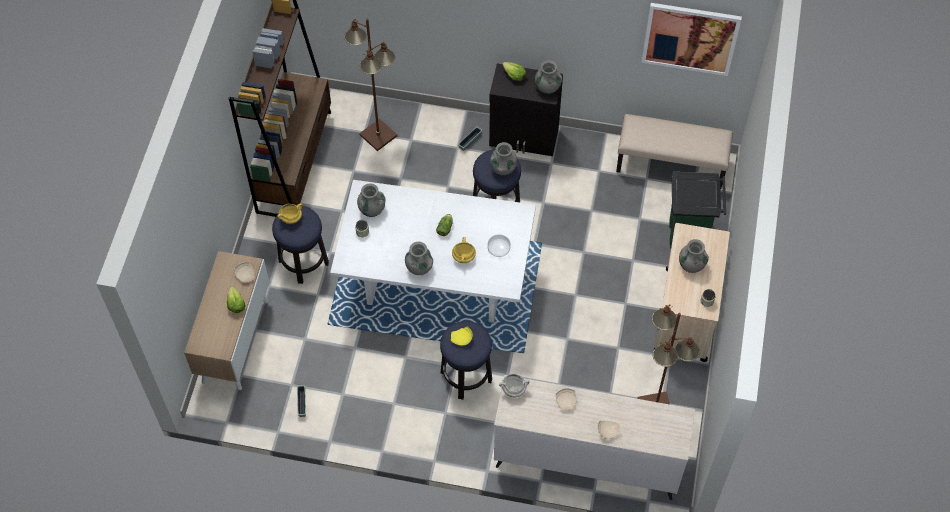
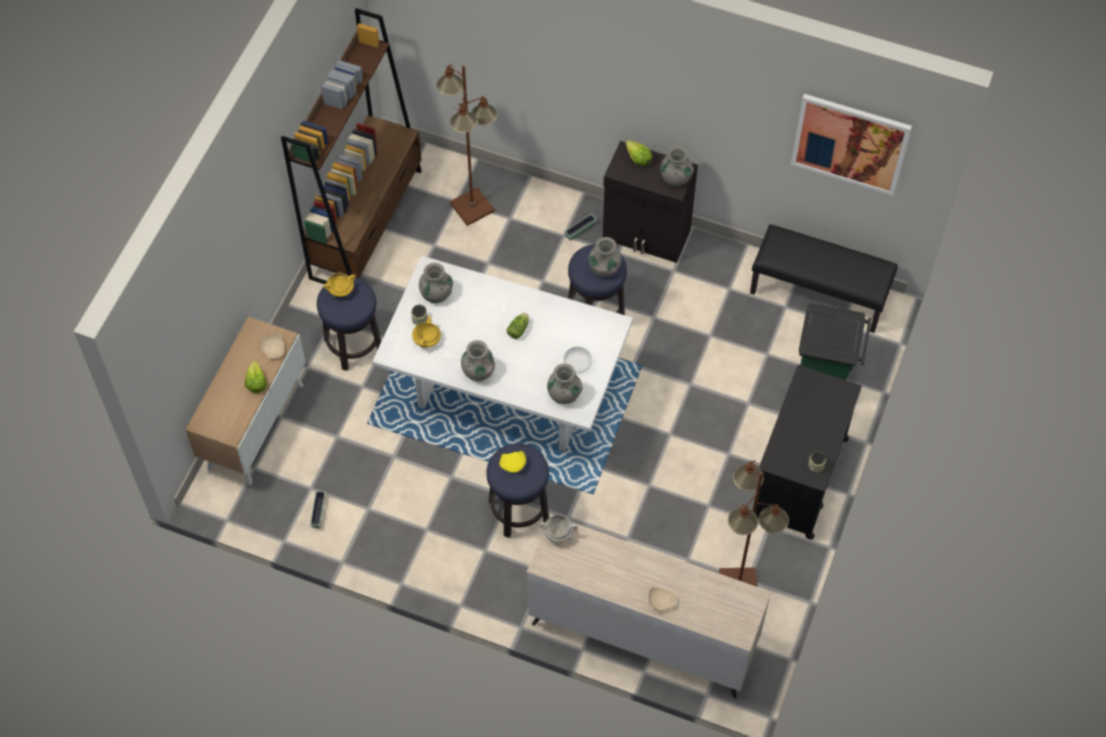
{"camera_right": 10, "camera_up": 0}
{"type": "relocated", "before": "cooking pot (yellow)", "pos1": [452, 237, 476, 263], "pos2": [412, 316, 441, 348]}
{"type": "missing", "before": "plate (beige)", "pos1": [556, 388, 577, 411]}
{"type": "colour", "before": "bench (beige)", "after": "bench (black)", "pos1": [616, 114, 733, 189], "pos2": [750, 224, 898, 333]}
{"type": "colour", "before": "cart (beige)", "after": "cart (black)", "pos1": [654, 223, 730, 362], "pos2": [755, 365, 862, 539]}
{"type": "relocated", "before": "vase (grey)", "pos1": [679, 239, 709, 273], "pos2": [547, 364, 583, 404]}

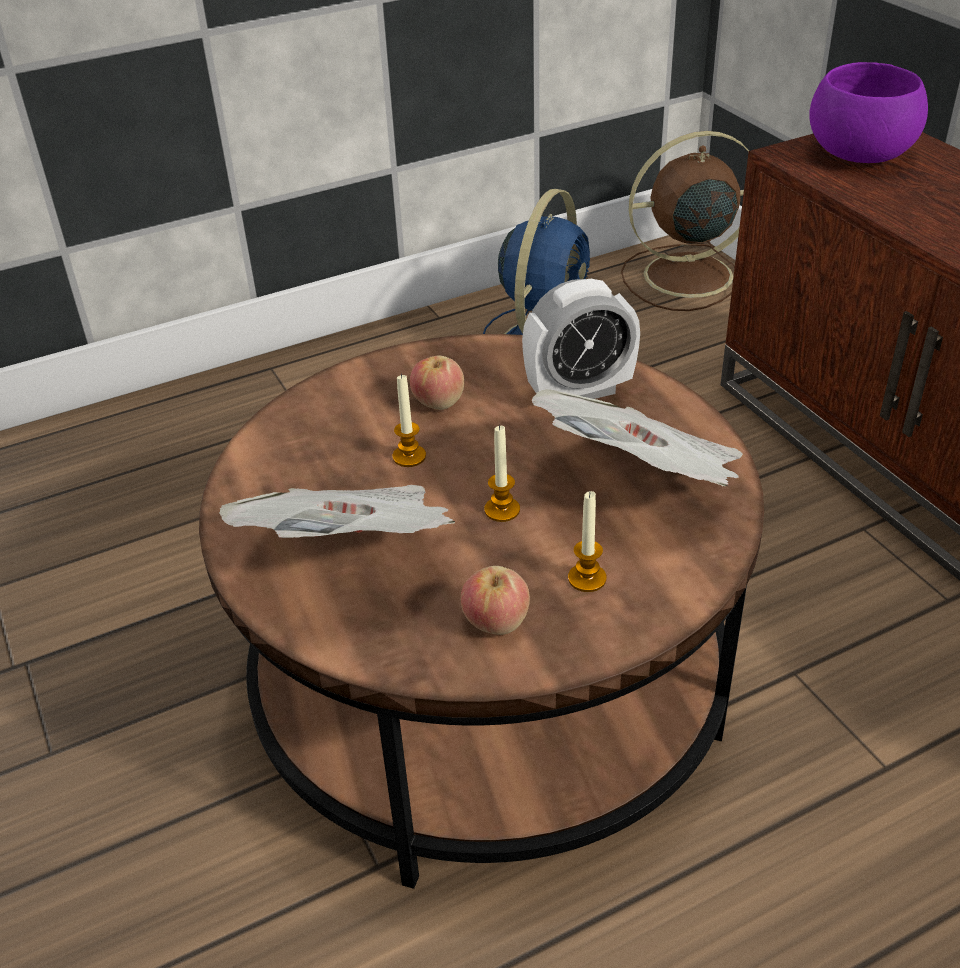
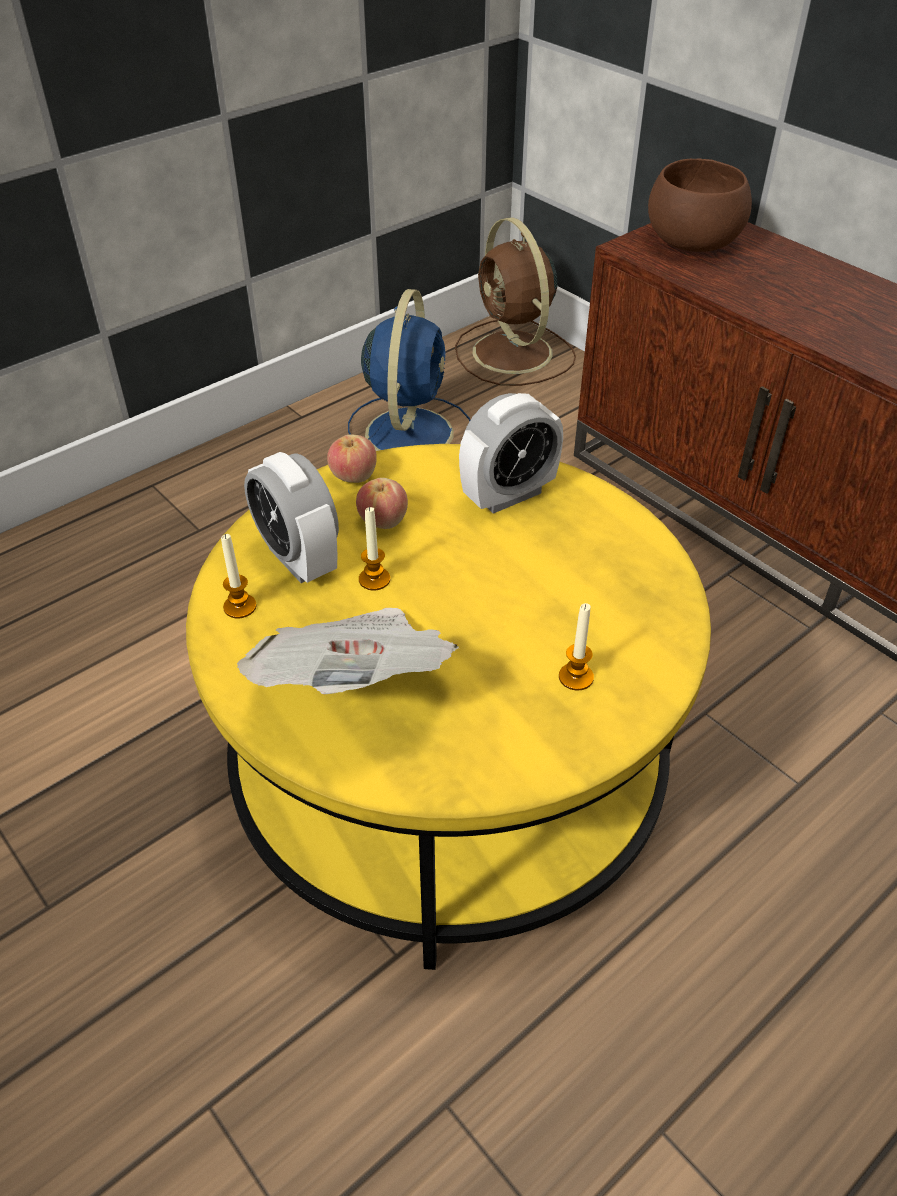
{"camera_right": -15, "camera_up": 5}
{"type": "colour", "before": "coffee table (brown)", "after": "coffee table (yellow)", "pos1": [199, 334, 764, 889], "pos2": [186, 444, 711, 970]}
{"type": "relocated", "before": "apple", "pos1": [461, 566, 530, 635], "pos2": [327, 434, 377, 483]}
{"type": "relocated", "before": "candle", "pos1": [484, 425, 520, 522], "pos2": [221, 534, 257, 618]}
{"type": "missing", "before": "newspaper", "pos1": [532, 389, 743, 486]}
{"type": "spun", "before": "fan (brown)", "pos1": [621, 131, 749, 311], "pos2": [455, 217, 576, 386], "turn": -90}
{"type": "colour", "before": "bowl (purple)", "after": "bowl (brown)", "pos1": [809, 62, 928, 163], "pos2": [648, 158, 752, 252]}
{"type": "appeared", "after": "alarm clock", "pos2": [244, 452, 339, 583]}

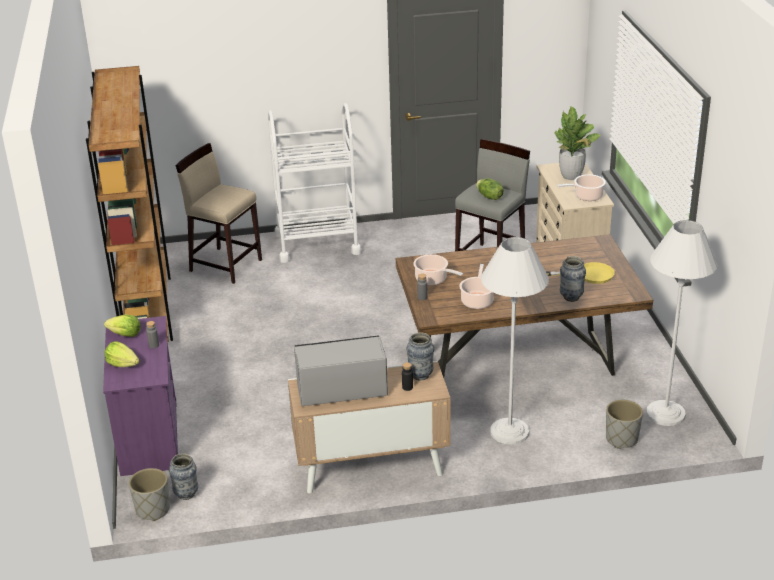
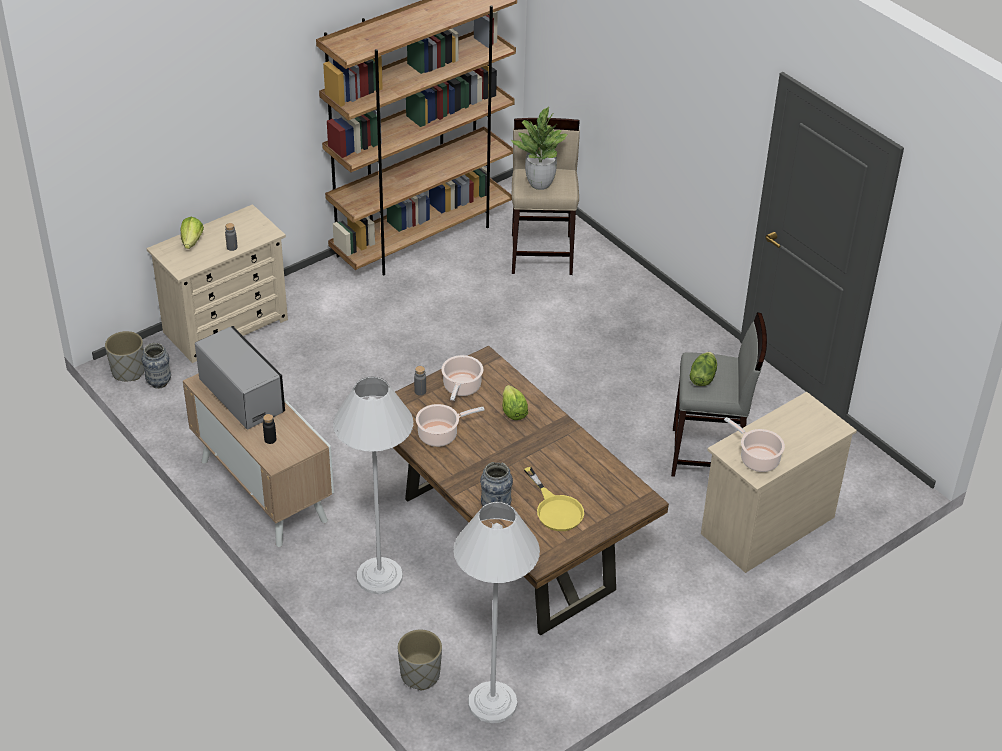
{"camera_right": 60, "camera_up": 10}
{"type": "colour", "before": "dresser (purple)", "after": "dresser (beige)", "pos1": [103, 316, 178, 476], "pos2": [146, 204, 288, 363]}
{"type": "relocated", "before": "lettuce", "pos1": [104, 314, 141, 337], "pos2": [502, 385, 528, 420]}
{"type": "missing", "before": "cart (white)", "pos1": [268, 103, 361, 263]}
{"type": "missing", "before": "vase", "pos1": [406, 333, 434, 381]}
{"type": "relocated", "before": "potted plant", "pos1": [554, 106, 600, 180], "pos2": [511, 106, 568, 190]}

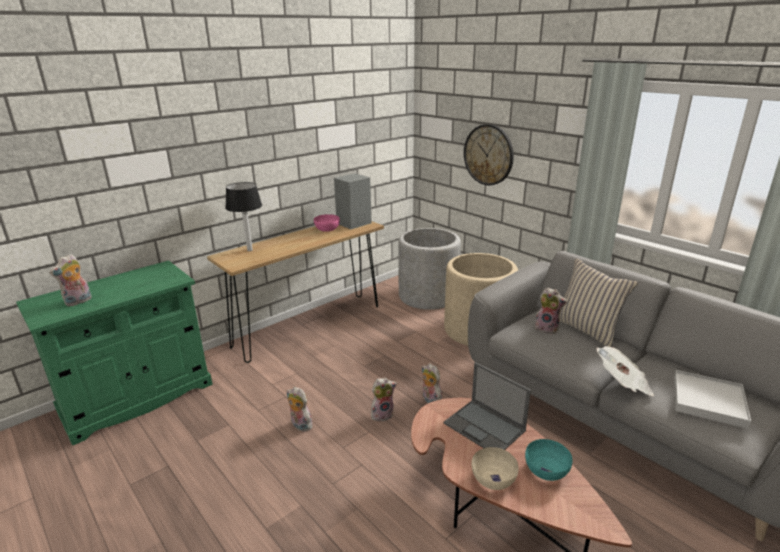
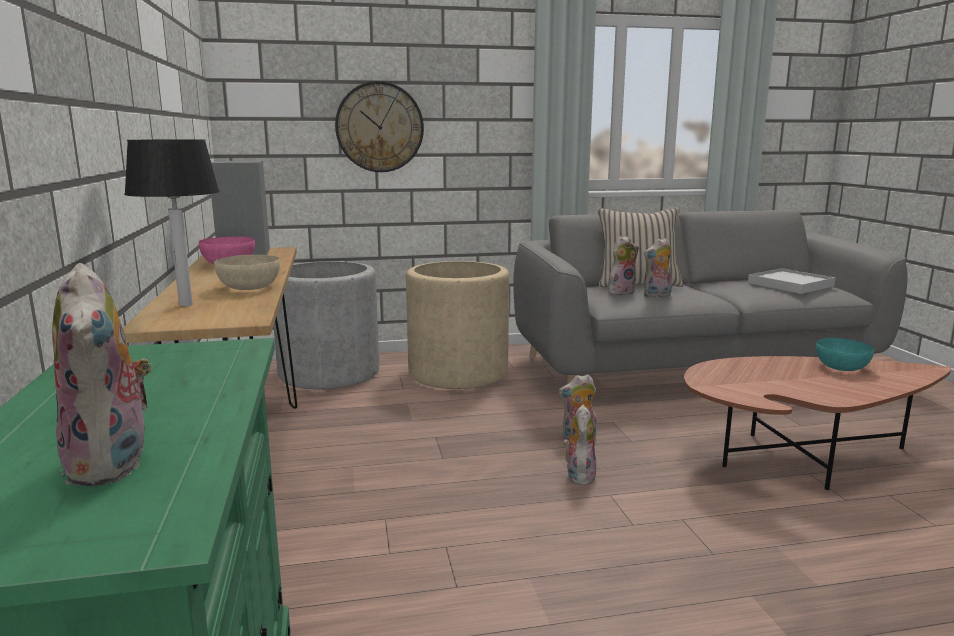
{"camera_right": -60, "camera_up": -10}
{"type": "relocated", "before": "plush toy", "pos1": [287, 387, 312, 432], "pos2": [644, 238, 672, 298]}
{"type": "missing", "before": "laptop", "pos1": [444, 362, 531, 450]}
{"type": "relocated", "before": "bowl (beige)", "pos1": [472, 447, 519, 490], "pos2": [214, 255, 280, 290]}
{"type": "missing", "before": "newspaper", "pos1": [596, 346, 654, 396]}

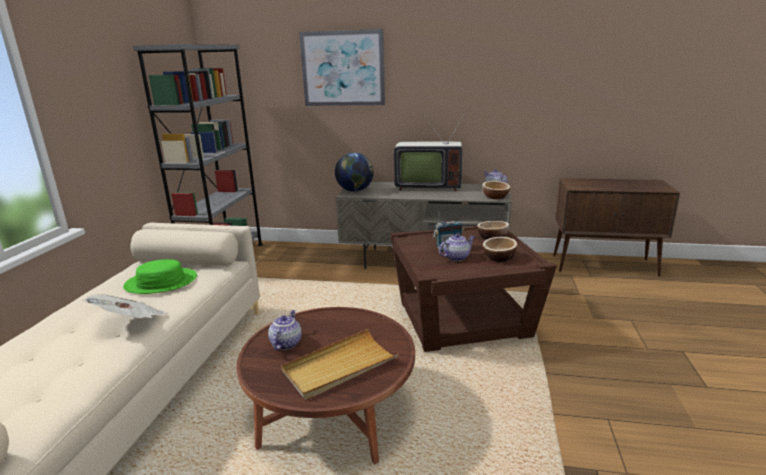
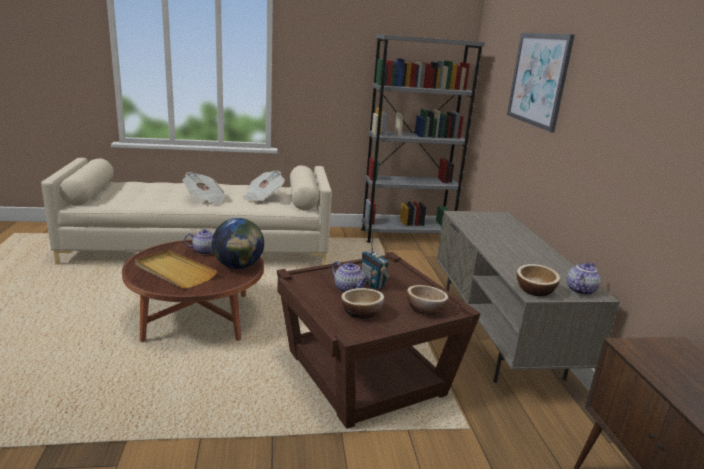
{"camera_right": 70, "camera_up": 0}
{"type": "exchanged", "before": "hat (green)", "after": "newspaper", "pos1": [123, 259, 197, 294], "pos2": [242, 171, 285, 201]}
{"type": "relocated", "before": "globe", "pos1": [335, 153, 374, 192], "pos2": [212, 218, 264, 269]}
{"type": "missing", "before": "television", "pos1": [394, 109, 467, 191]}

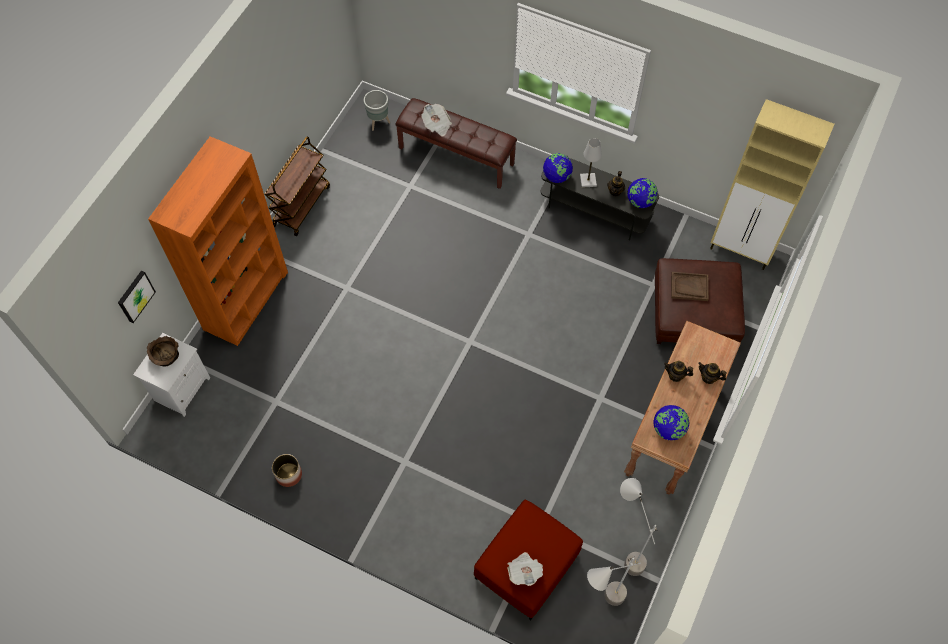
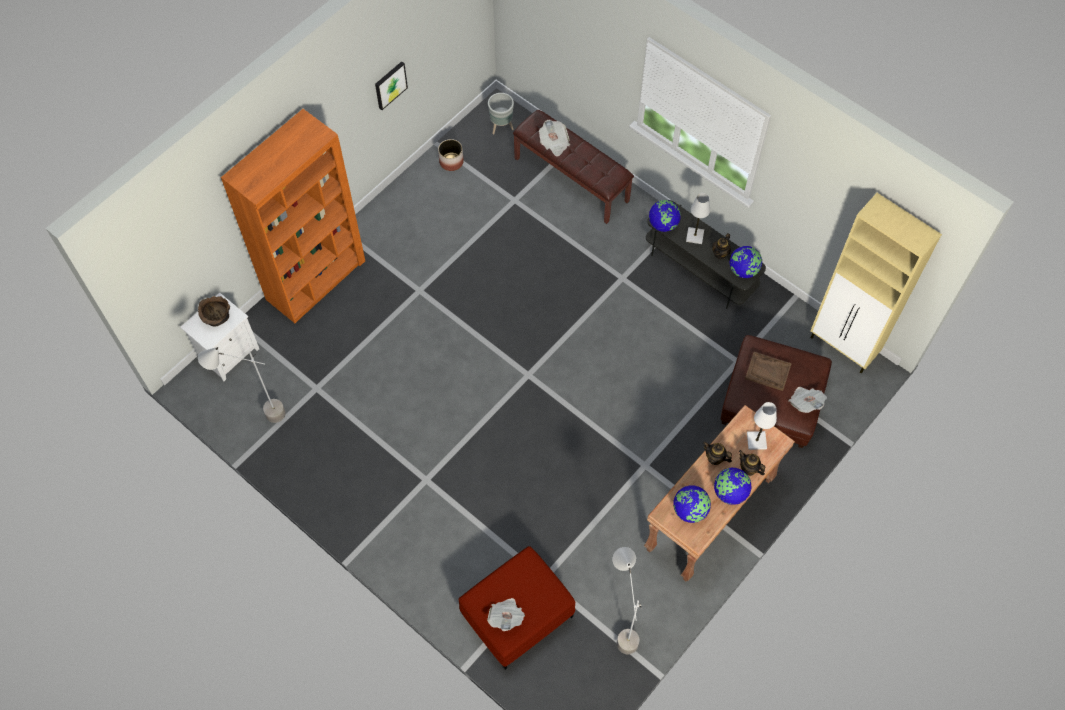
{"camera_right": 15, "camera_up": 0}
{"type": "relocated", "before": "picture", "pos1": [118, 270, 156, 323], "pos2": [375, 61, 408, 110]}
{"type": "missing", "before": "cart (brown)", "pos1": [264, 137, 330, 236]}
{"type": "relocated", "before": "planter", "pos1": [272, 454, 302, 487], "pos2": [438, 139, 464, 171]}
{"type": "relocated", "before": "floor lamp (grey)", "pos1": [587, 557, 641, 606], "pos2": [198, 347, 286, 423]}
{"type": "appeared", "after": "globe", "pos2": [714, 468, 752, 505]}
{"type": "appeared", "after": "table lamp (white)", "pos2": [747, 402, 777, 450]}
{"type": "appeared", "after": "newspaper", "pos2": [788, 387, 827, 413]}

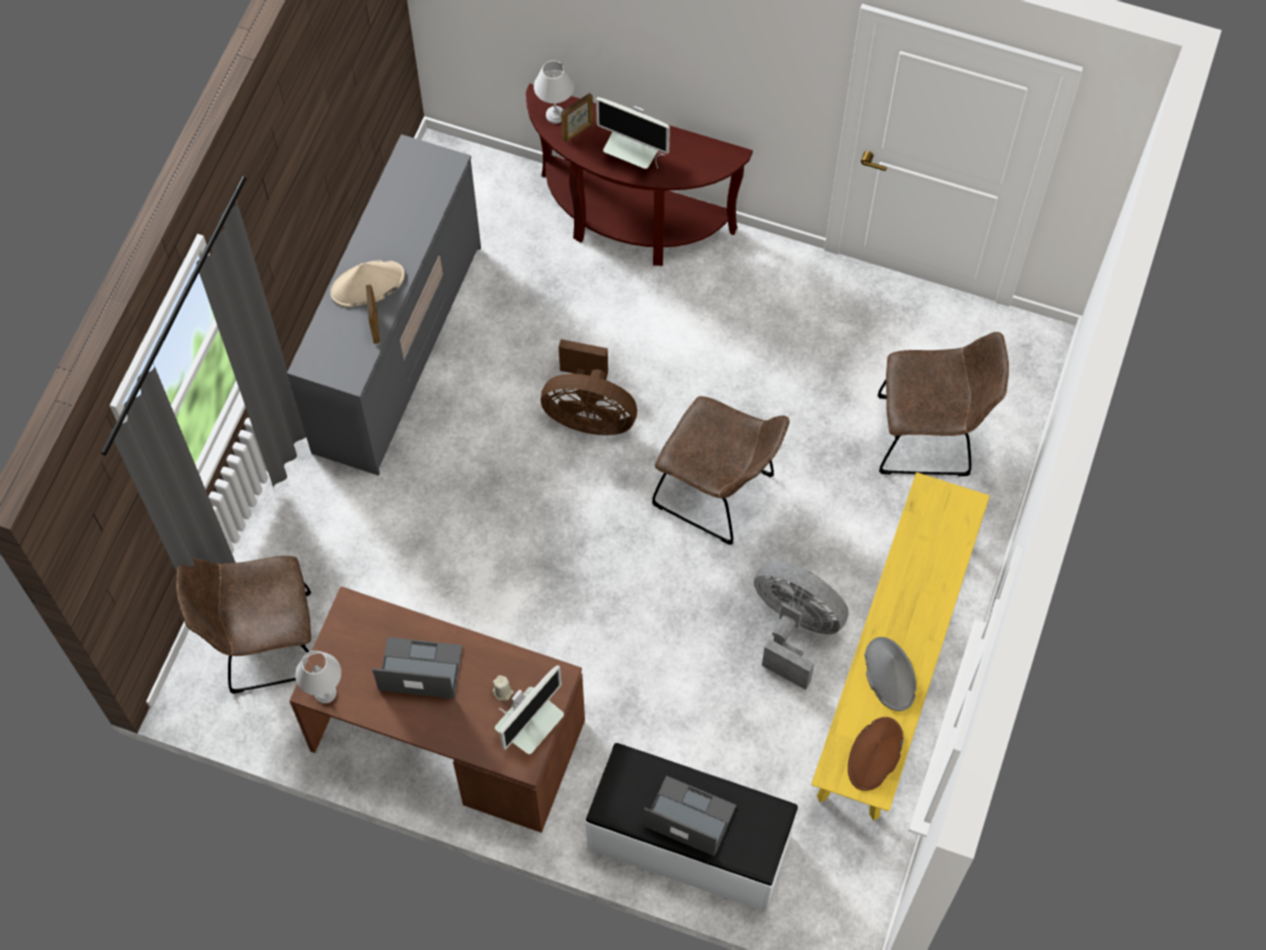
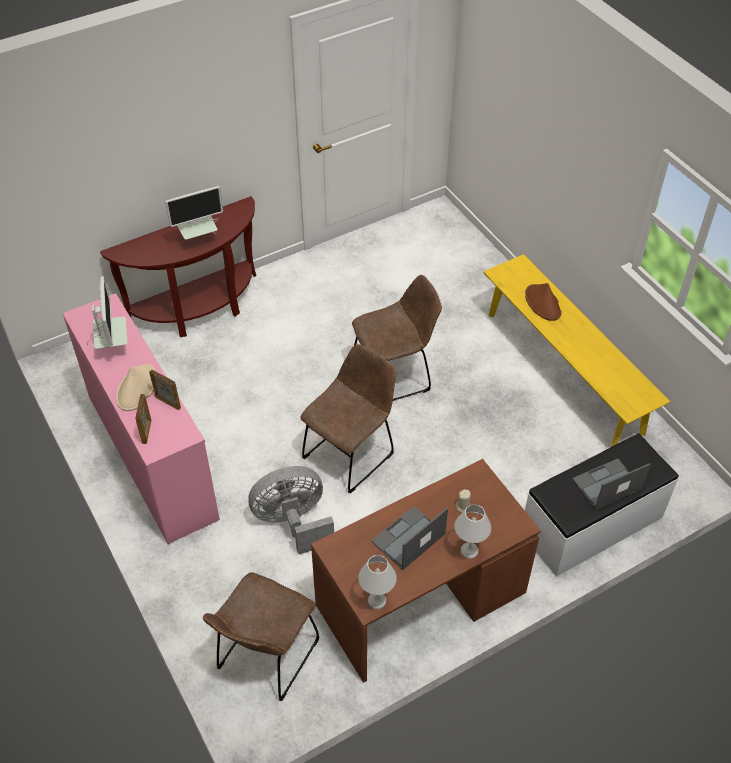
{"camera_right": -50, "camera_up": -15}
{"type": "colour", "before": "dresser (grey)", "after": "dresser (pink)", "pos1": [287, 134, 481, 476], "pos2": [63, 293, 220, 544]}
{"type": "relocated", "before": "monitor", "pos1": [495, 665, 564, 754], "pos2": [87, 276, 128, 350]}
{"type": "relocated", "before": "table lamp (white)", "pos1": [534, 61, 574, 124], "pos2": [454, 504, 491, 559]}
{"type": "missing", "before": "fan (brown)", "pos1": [541, 339, 637, 435]}
{"type": "relocated", "before": "picture frame", "pos1": [561, 93, 593, 142], "pos2": [135, 394, 151, 444]}
{"type": "relocated", "before": "fan (grey)", "pos1": [754, 561, 849, 690], "pos2": [249, 466, 334, 554]}
{"type": "relocated", "before": "hat (brown)", "pos1": [848, 717, 904, 791], "pos2": [525, 283, 562, 321]}
{"type": "missing", "before": "hat (grey)", "pos1": [864, 637, 916, 711]}
{"type": "relocated", "before": "chair (brown)", "pos1": [878, 332, 1009, 476], "pos2": [300, 344, 397, 493]}

